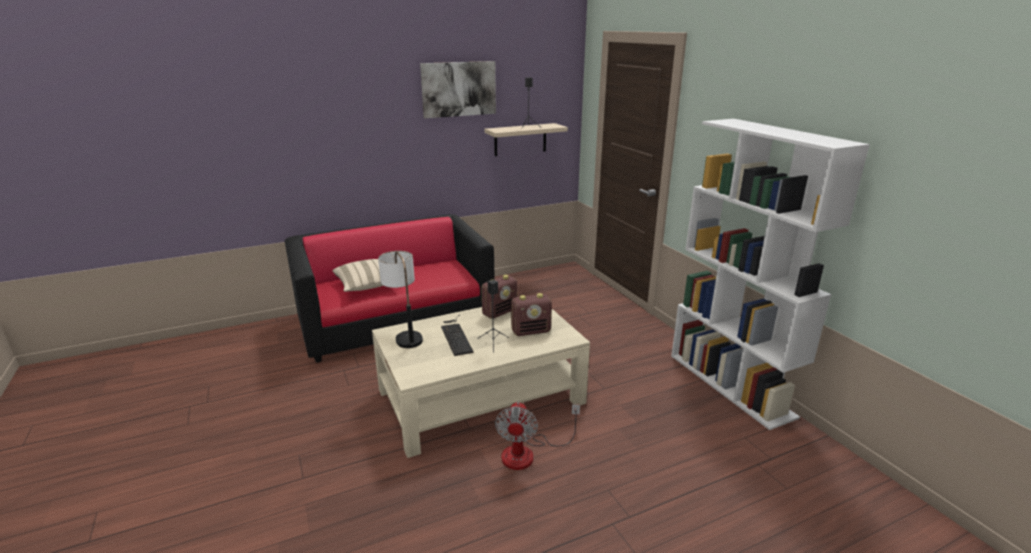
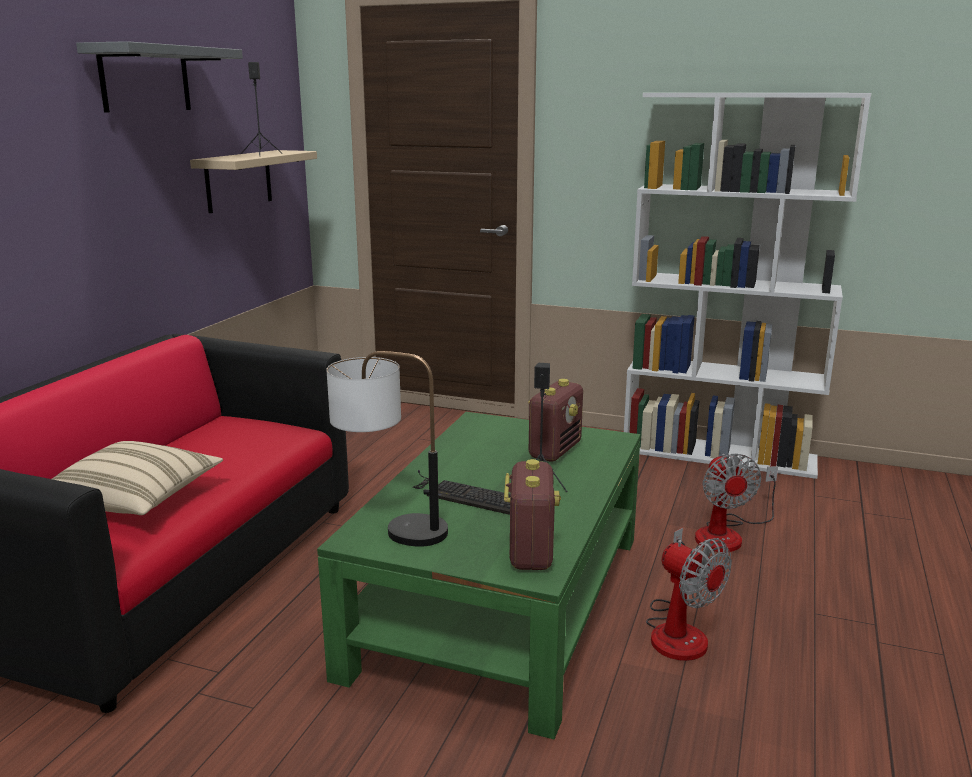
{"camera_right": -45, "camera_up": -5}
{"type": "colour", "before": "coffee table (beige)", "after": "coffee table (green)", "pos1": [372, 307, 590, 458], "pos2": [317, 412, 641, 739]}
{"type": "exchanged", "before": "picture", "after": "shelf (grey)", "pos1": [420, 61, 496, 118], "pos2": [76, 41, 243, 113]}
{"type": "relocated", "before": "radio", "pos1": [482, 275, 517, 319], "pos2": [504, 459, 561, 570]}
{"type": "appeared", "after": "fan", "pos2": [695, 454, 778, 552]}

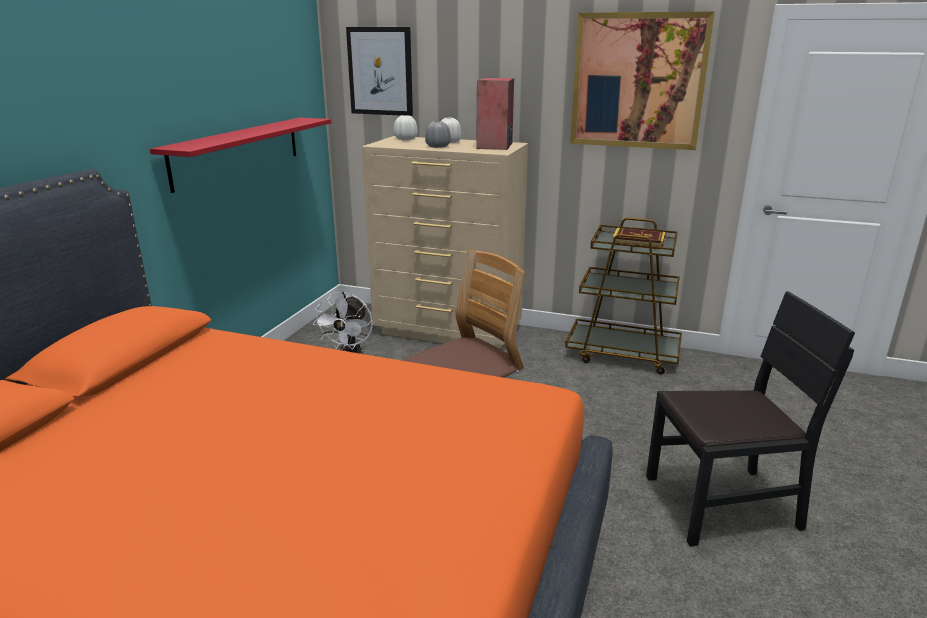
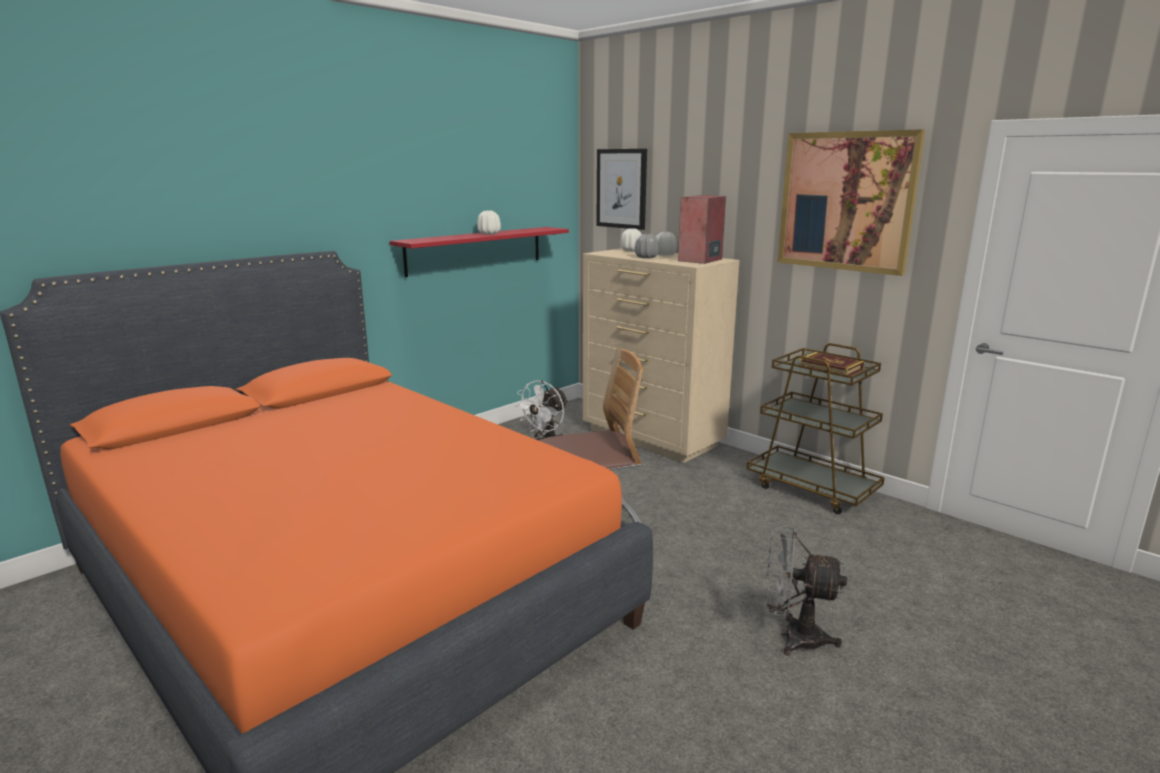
{"camera_right": 25, "camera_up": -5}
{"type": "exchanged", "before": "chair (black)", "after": "fan (grey)", "pos1": [646, 291, 855, 547], "pos2": [764, 525, 847, 656]}
{"type": "appeared", "after": "vase (white)", "pos2": [477, 211, 501, 234]}

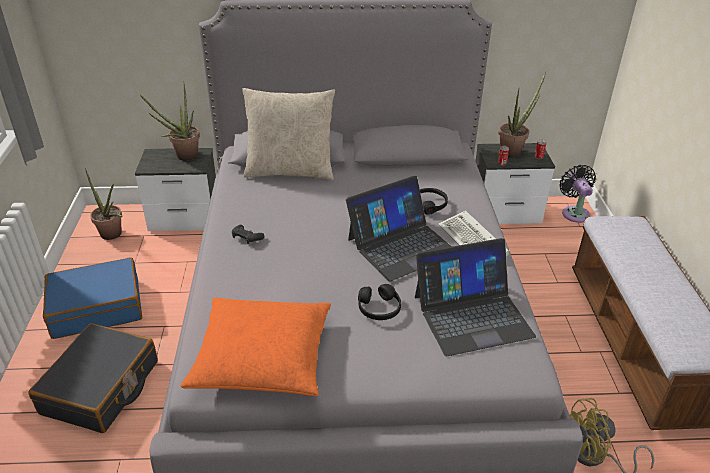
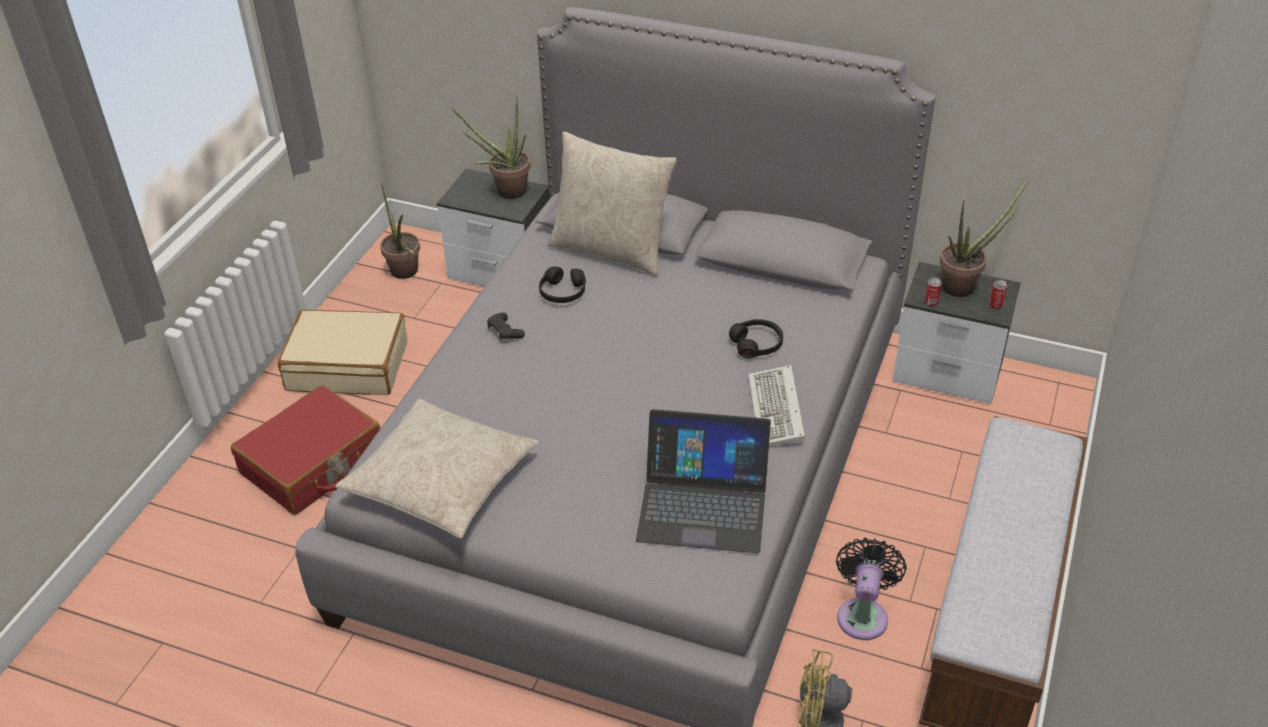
{"camera_right": 25, "camera_up": 5}
{"type": "colour", "before": "suitcase (black)", "after": "suitcase (red)", "pos1": [29, 323, 158, 433], "pos2": [231, 385, 381, 515]}
{"type": "colour", "before": "suitcase (blue)", "after": "suitcase (beige)", "pos1": [43, 257, 142, 339], "pos2": [278, 310, 407, 395]}
{"type": "colour", "before": "pillow (orange)", "after": "pillow (beige)", "pos1": [180, 298, 331, 396], "pos2": [335, 399, 539, 539]}
{"type": "missing", "before": "laptop", "pos1": [346, 176, 452, 281]}
{"type": "relocated", "before": "headphones (black)", "pos1": [358, 284, 401, 320], "pos2": [539, 266, 586, 303]}
{"type": "relocated", "before": "fan (black)", "pos1": [559, 165, 596, 223], "pos2": [836, 538, 907, 640]}

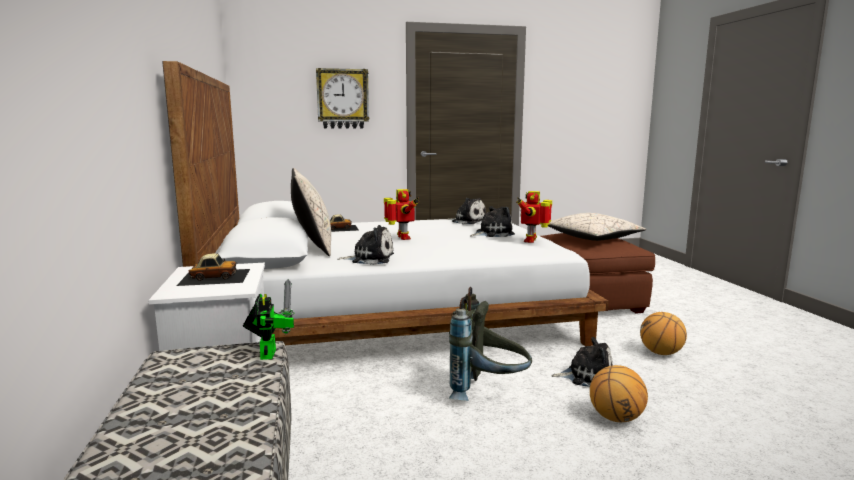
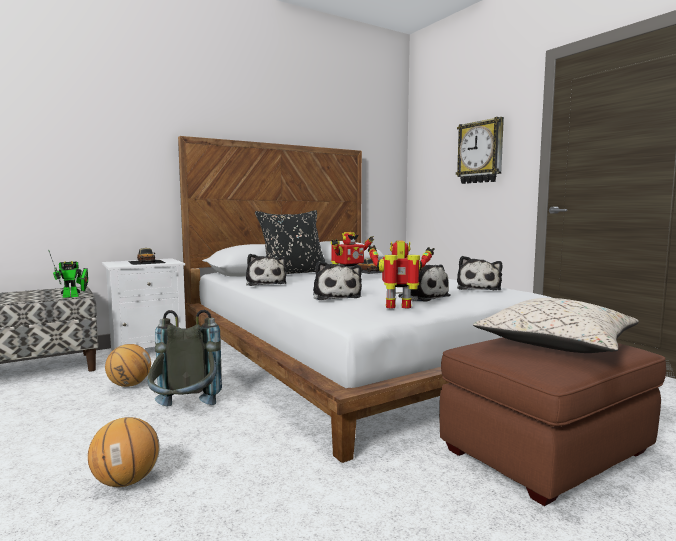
{"camera_right": 70, "camera_up": -5}
{"type": "colour", "before": "pillow (beige)", "after": "pillow (black)", "pos1": [291, 168, 331, 256], "pos2": [255, 210, 325, 274]}
{"type": "relocated", "before": "plush toy", "pos1": [552, 337, 613, 387], "pos2": [313, 261, 362, 300]}
{"type": "relocated", "before": "basketball", "pos1": [640, 312, 687, 355], "pos2": [105, 344, 151, 387]}

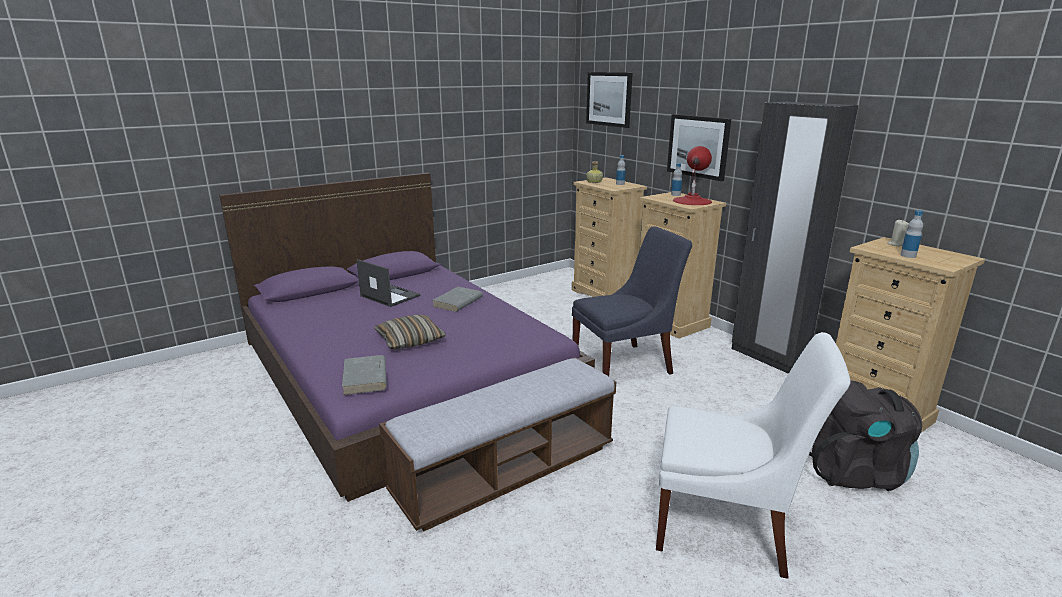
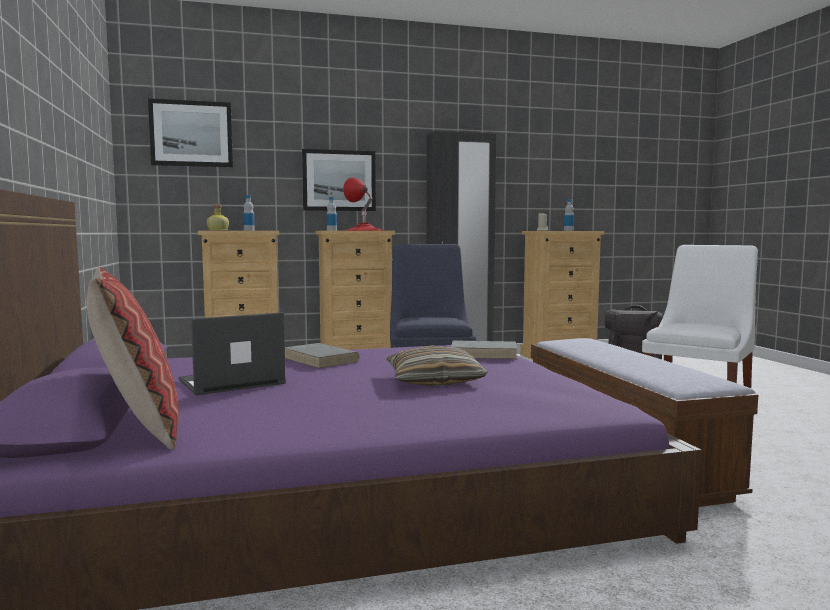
{"camera_right": -70, "camera_up": -15}
{"type": "relocated", "before": "book (grey)", "pos1": [342, 355, 387, 395], "pos2": [451, 340, 518, 359]}
{"type": "appeared", "after": "pillow", "pos2": [87, 267, 179, 450]}

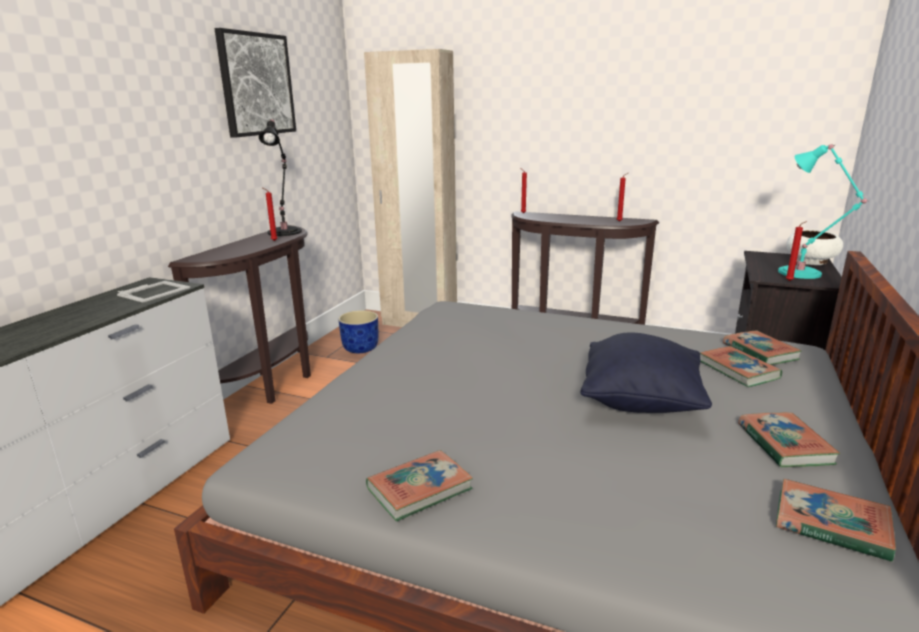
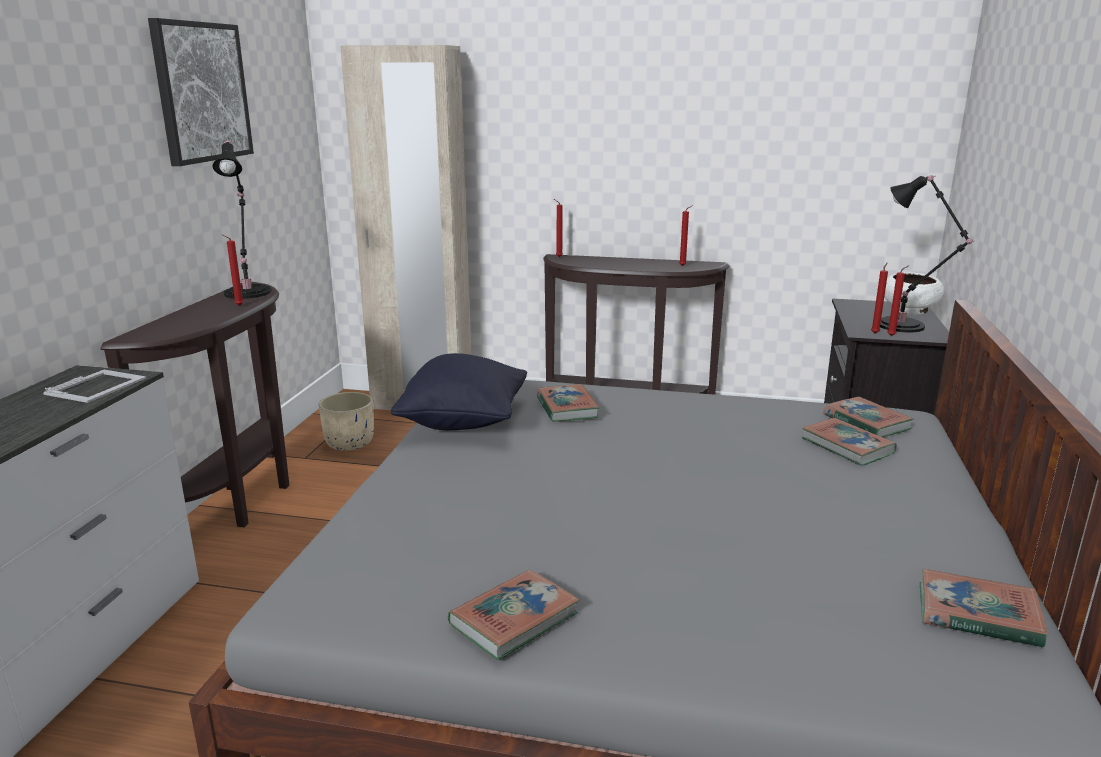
{"camera_right": -10, "camera_up": 0}
{"type": "colour", "before": "planter (blue)", "after": "planter (beige)", "pos1": [338, 310, 378, 353], "pos2": [319, 392, 374, 451]}
{"type": "relocated", "before": "pillow (black)", "pos1": [580, 332, 712, 413], "pos2": [391, 353, 527, 430]}
{"type": "relocated", "before": "book", "pos1": [738, 412, 841, 467], "pos2": [537, 384, 600, 422]}
{"type": "colour", "before": "table lamp (turquoise)", "after": "table lamp (black)", "pos1": [778, 144, 868, 279], "pos2": [880, 175, 973, 332]}
{"type": "appeared", "after": "candle (red)", "pos2": [871, 263, 888, 334]}

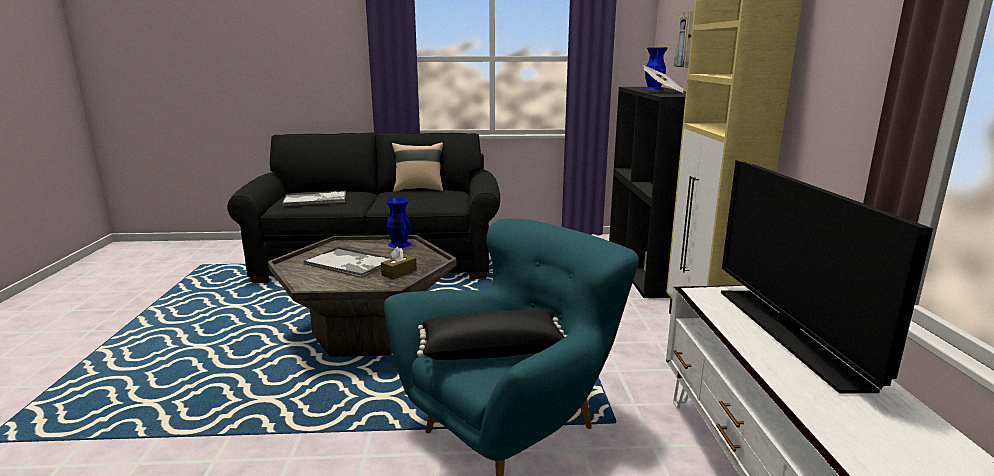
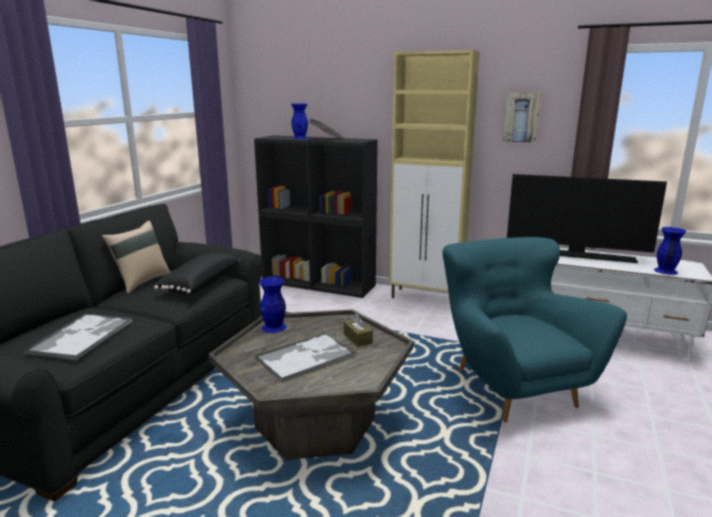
{"camera_right": -65, "camera_up": 0}
{"type": "relocated", "before": "pillow (black)", "pos1": [417, 310, 567, 360], "pos2": [153, 253, 240, 295]}
{"type": "relocated", "before": "picture", "pos1": [673, 11, 694, 68], "pos2": [503, 93, 541, 143]}
{"type": "appeared", "after": "vase (blue)", "pos2": [654, 227, 686, 275]}

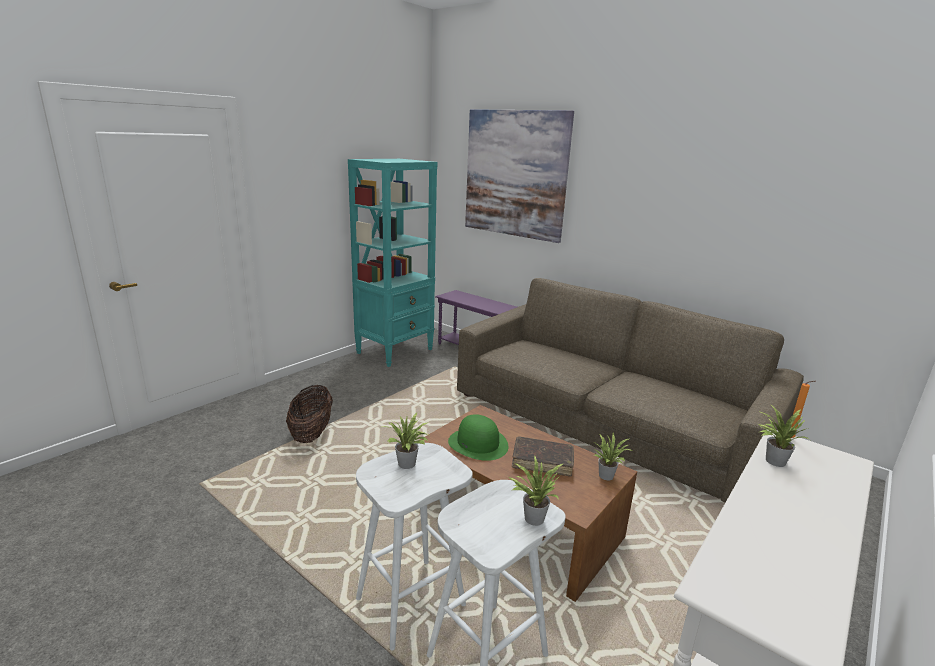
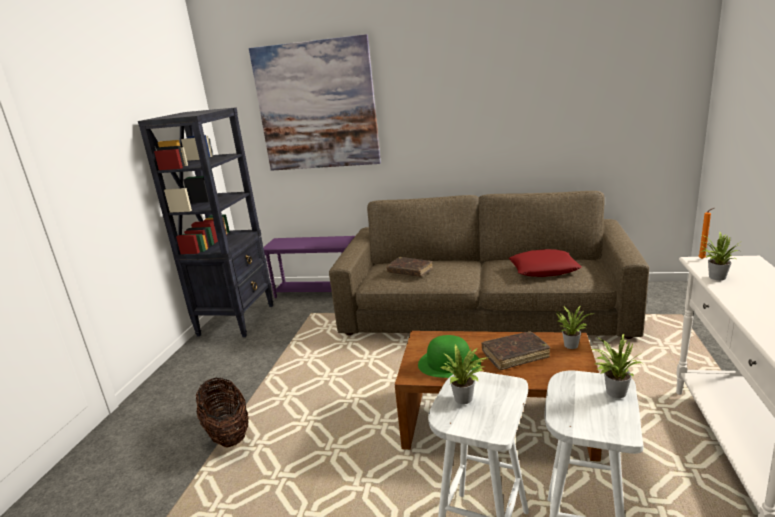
{"camera_right": -25, "camera_up": 0}
{"type": "colour", "before": "bookcase (turquoise)", "after": "bookcase (black)", "pos1": [348, 159, 438, 367], "pos2": [138, 107, 273, 337]}
{"type": "appeared", "after": "book (brown)", "pos2": [386, 257, 433, 277]}
{"type": "appeared", "after": "pillow (red)", "pos2": [509, 249, 582, 277]}

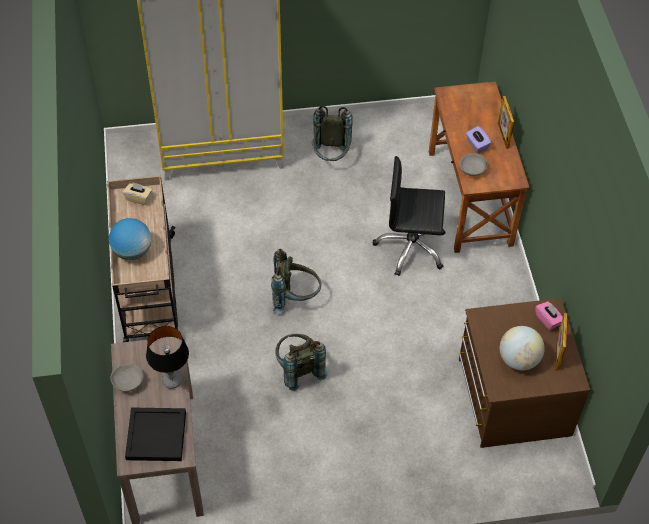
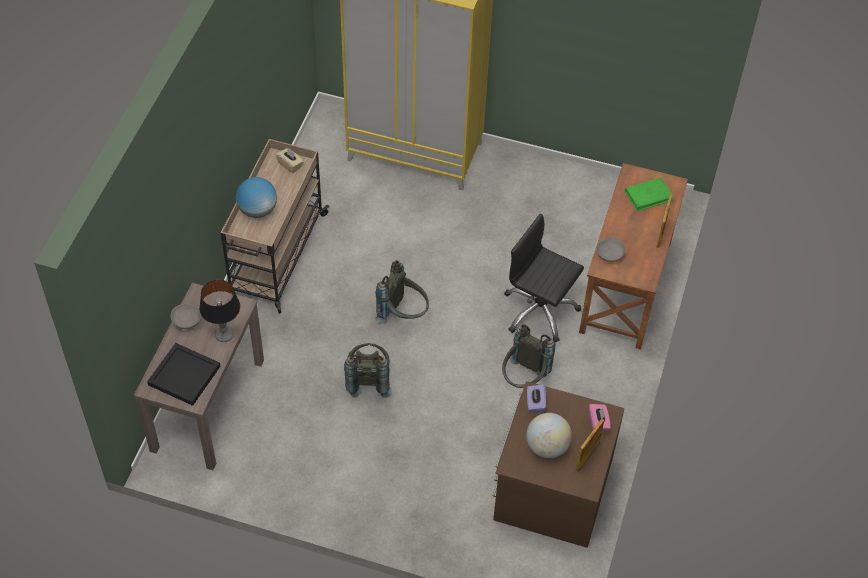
{"camera_right": 25, "camera_up": 0}
{"type": "relocated", "before": "backpack (grey)", "pos1": [312, 106, 353, 161], "pos2": [502, 324, 555, 388]}
{"type": "relocated", "before": "tissue box (purple)", "pos1": [466, 126, 491, 153], "pos2": [527, 384, 546, 413]}
{"type": "appeared", "after": "book (green)", "pos2": [625, 178, 673, 211]}

